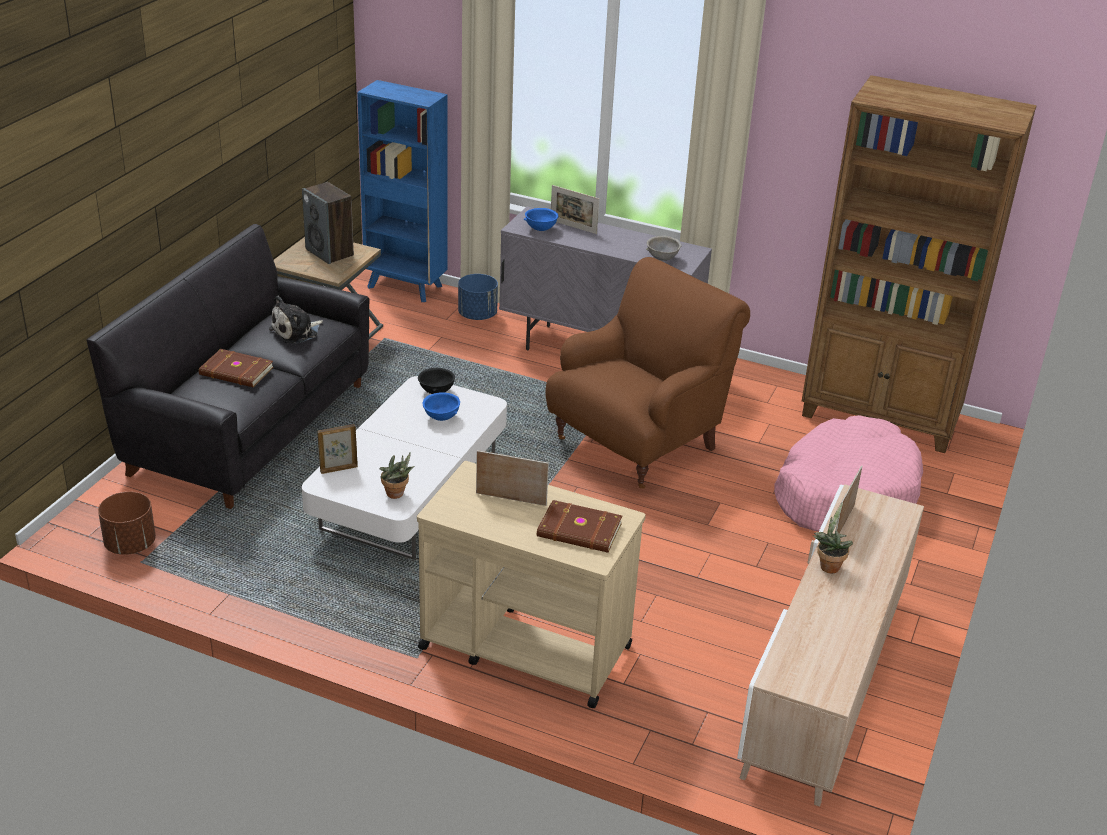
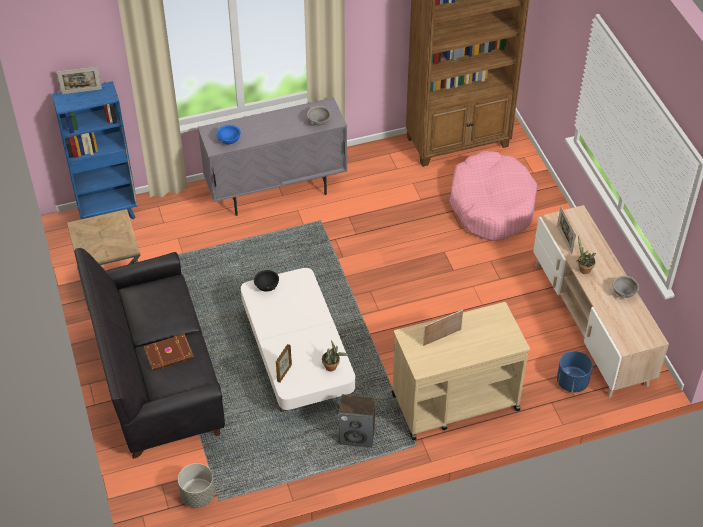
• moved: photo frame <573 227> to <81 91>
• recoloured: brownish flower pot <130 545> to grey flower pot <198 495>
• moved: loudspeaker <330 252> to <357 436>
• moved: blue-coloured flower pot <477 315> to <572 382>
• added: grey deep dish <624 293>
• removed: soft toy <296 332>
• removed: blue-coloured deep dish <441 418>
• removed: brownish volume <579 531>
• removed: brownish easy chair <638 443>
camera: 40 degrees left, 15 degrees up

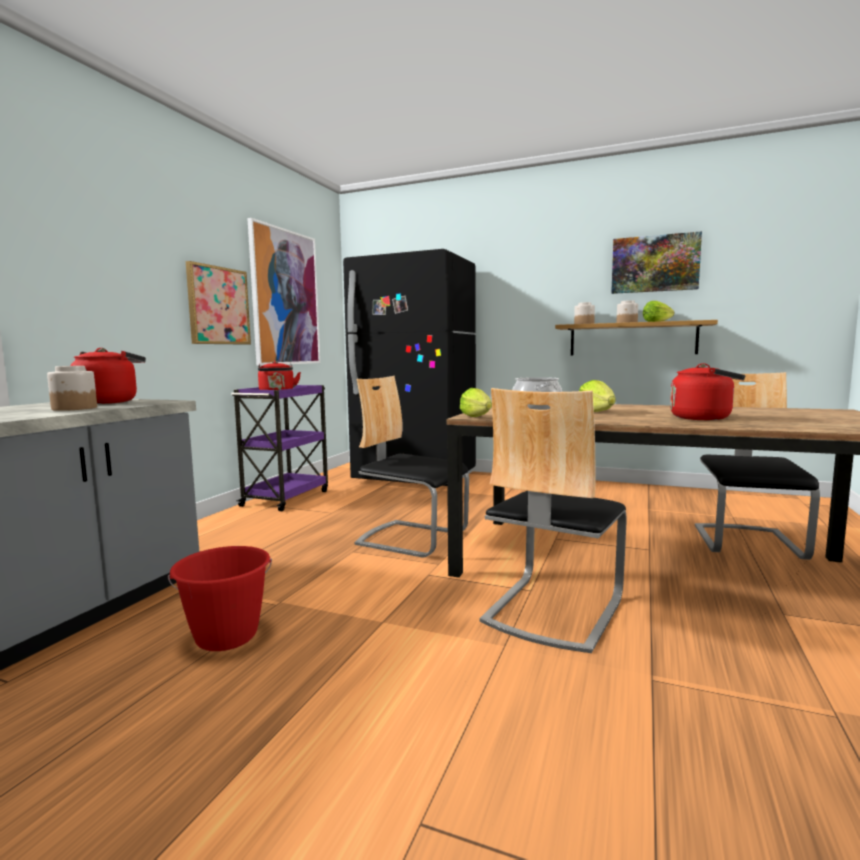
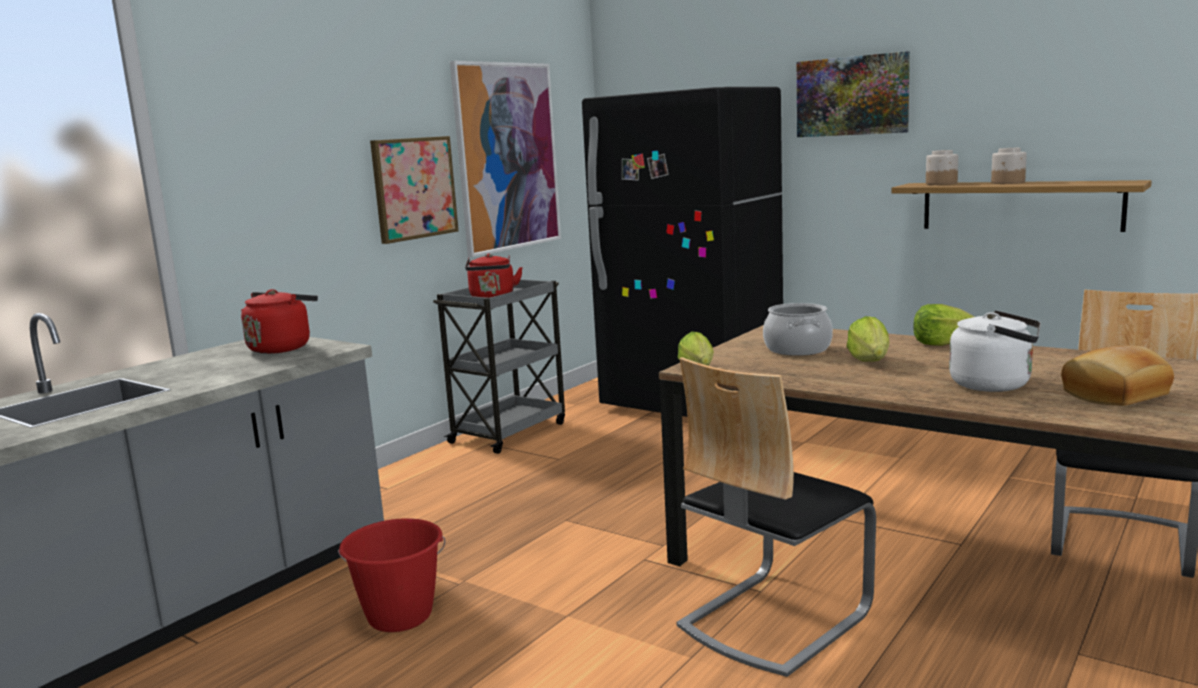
• recoloured: purple wheeled cart <286 498> to grey wheeled cart <509 432>
• moved: picture <655 264> to <852 96>
• moved: lettuce head <656 322> to <941 343>
• recoloured: red-coloured water kettle <704 418> to white water kettle <995 385>
• added: baked bread <1117 395>
• removed: jar <74 408>
• removed: upright chair <412 538>
camera: 15 degrees right, 5 degrees up

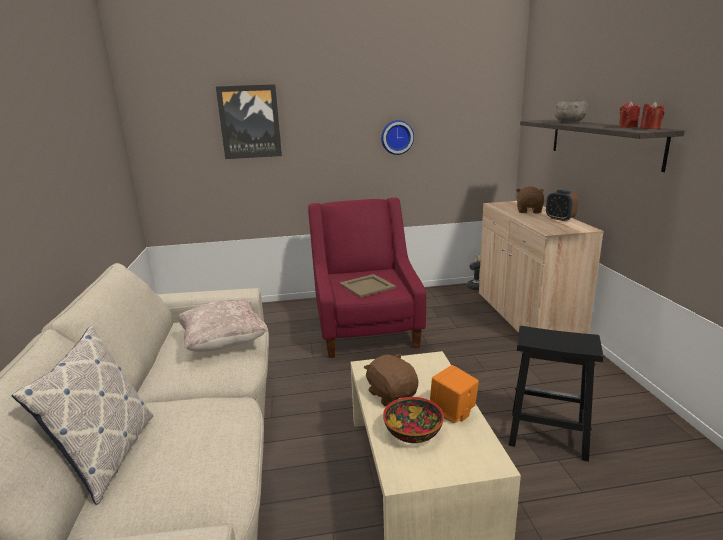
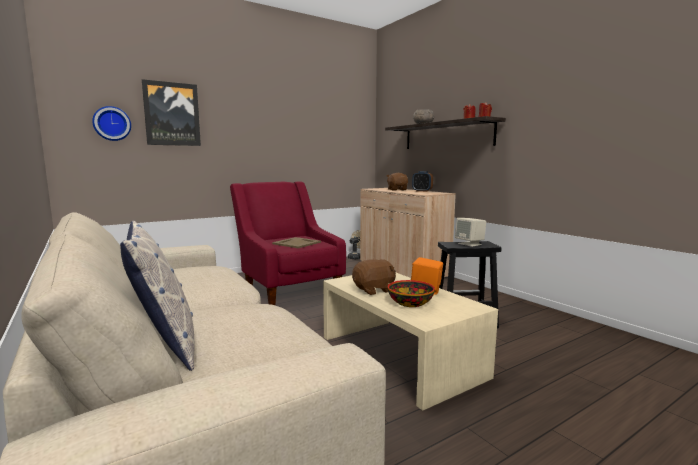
• moved: wall clock <397 137> to <112 123>
• turned: brownish soft toy <392 394> = <374 290> 120 degrees clockwise
• added: sand-coloured loudspeaker <470 244>
• removed: sand-coloured throw pillow <224 343>
camera: 25 degrees left, 10 degrees down

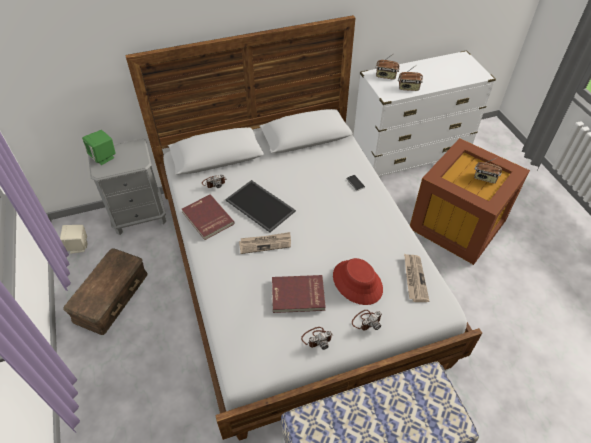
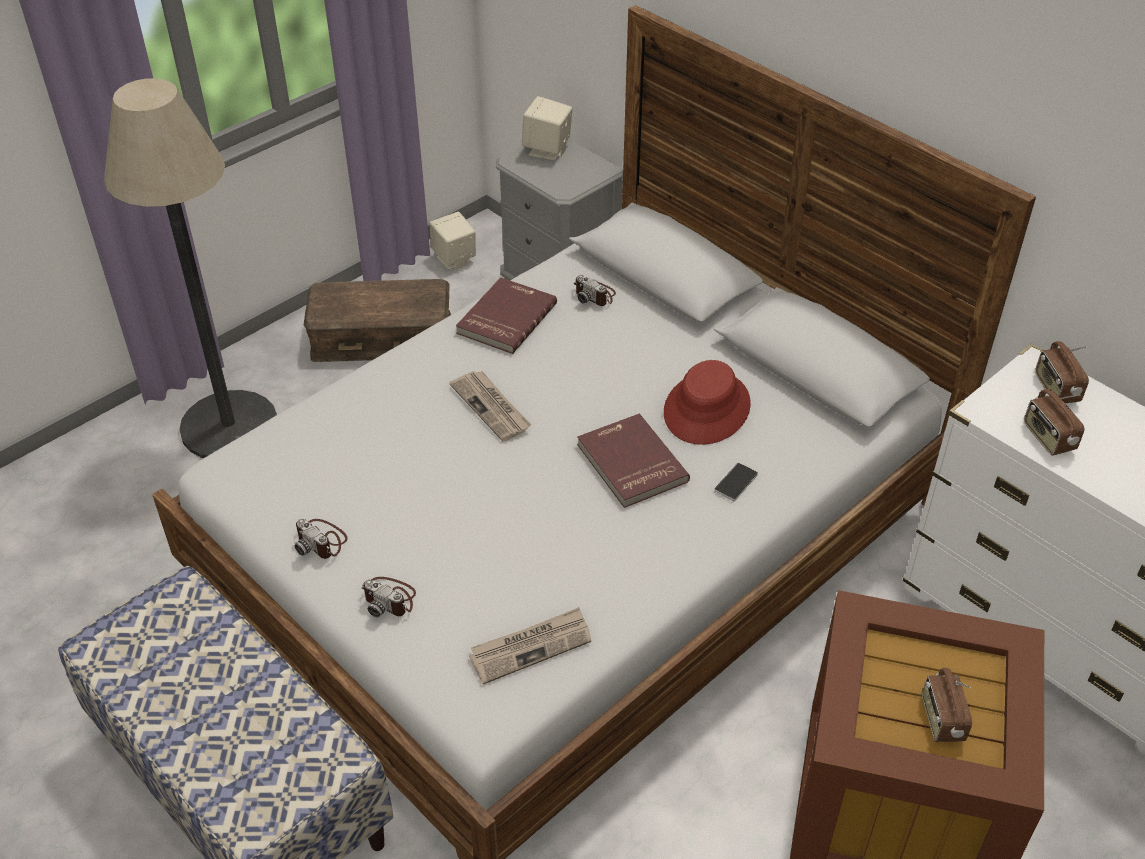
• added: floor lamp <229 426>
• recoloured: greenish loudspeaker <103 157> to sand-coloured loudspeaker <547 150>
• moved: red-coloured volume <298 296> to <630 464>
• moved: red-coloured wearable hat <357 282> to <707 409>
• removed: carrying tray <261 205>
camera: 65 degrees right, 5 degrees down

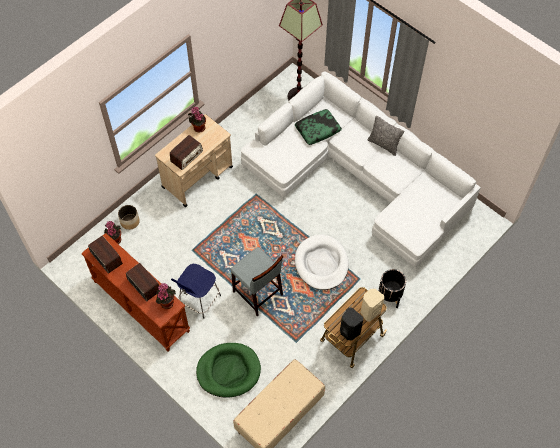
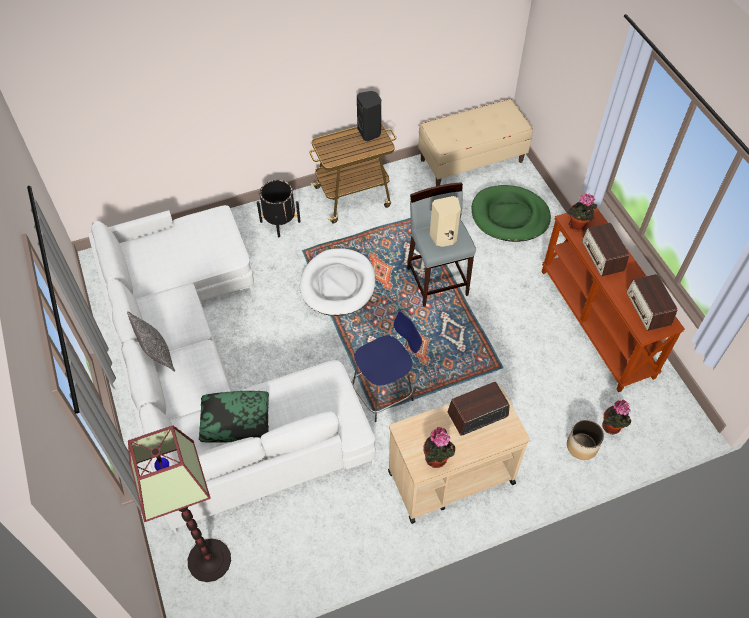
• moved: blue-coloured sitting stool <199 301> to <384 393>
• moved: sand-coloured loudspeaker <369 312> to <444 238>
camera: 155 degrees left, 5 degrees down

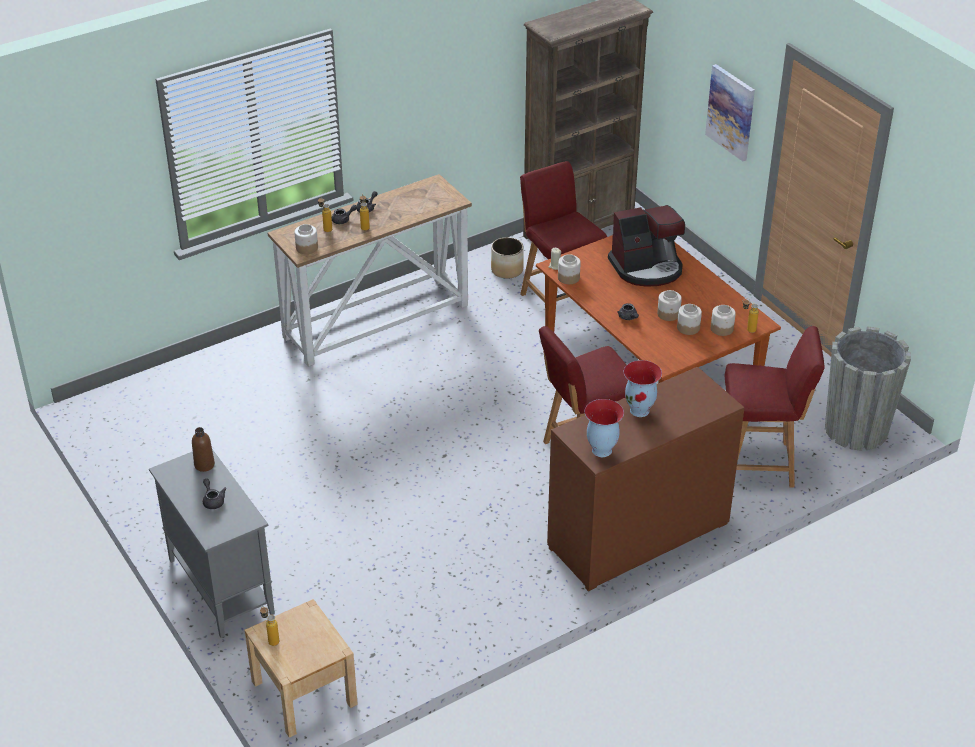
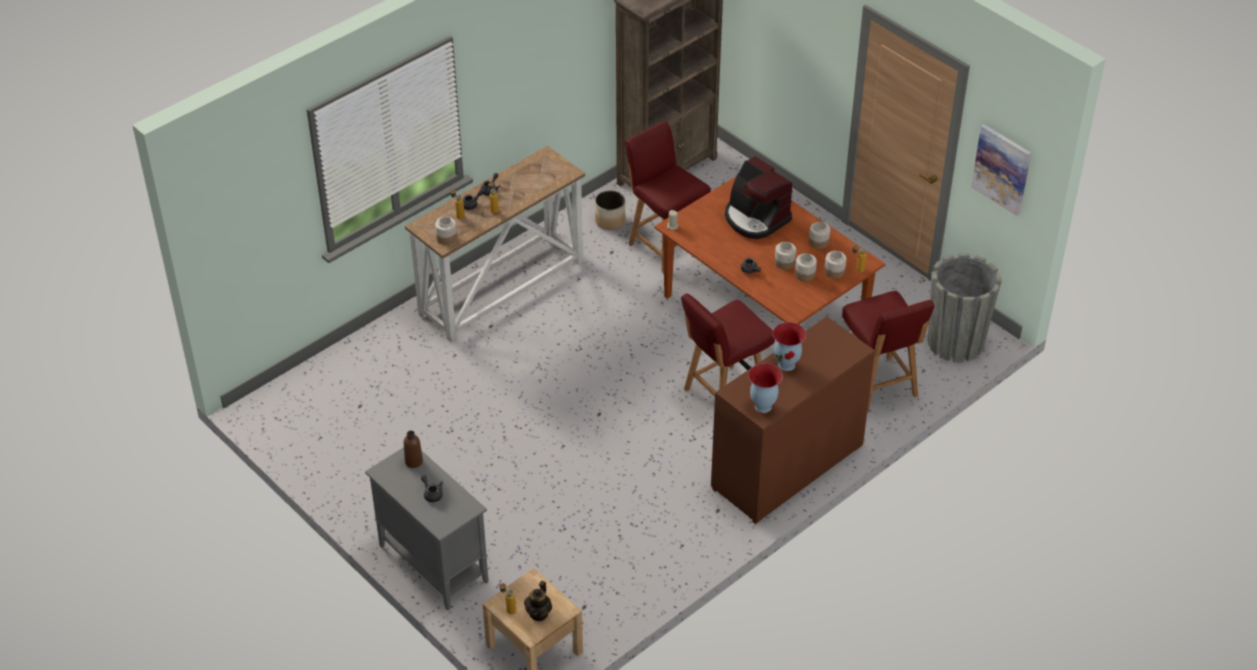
• added: pot for tea <539 613>
• turned: coffee machine <647 268> = <755 218> 75 degrees clockwise
• moved: jar <568 278> to <818 242>
• turned: red-coloured upright chair <760 464> = <878 386> 75 degrees clockwise
• moved: picture <731 112> to <1002 169>
camera: 10 degrees left, 5 degrees up

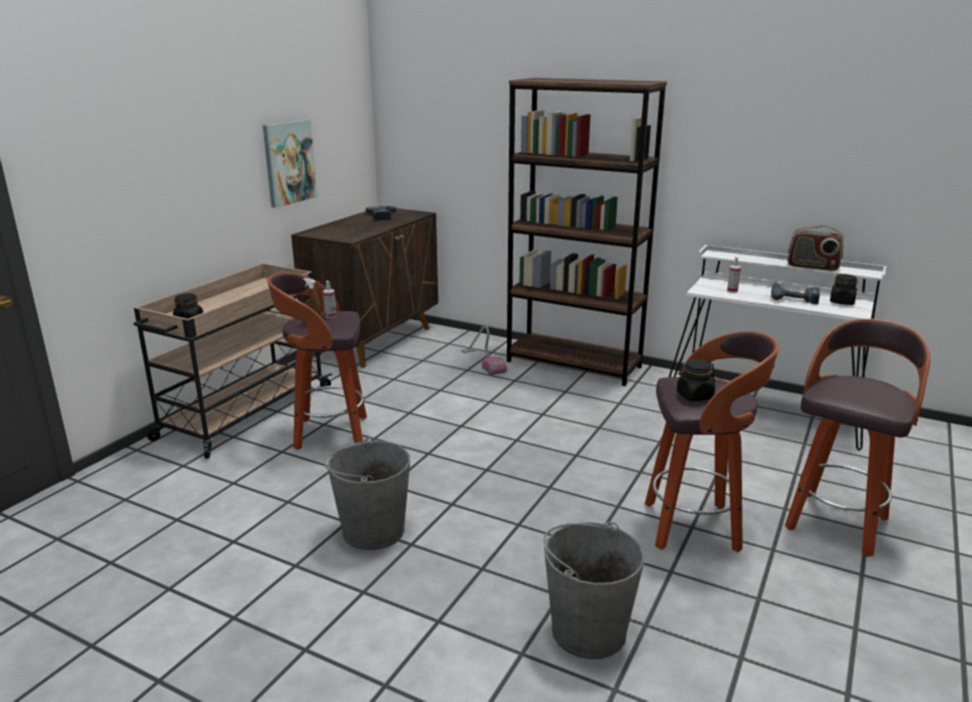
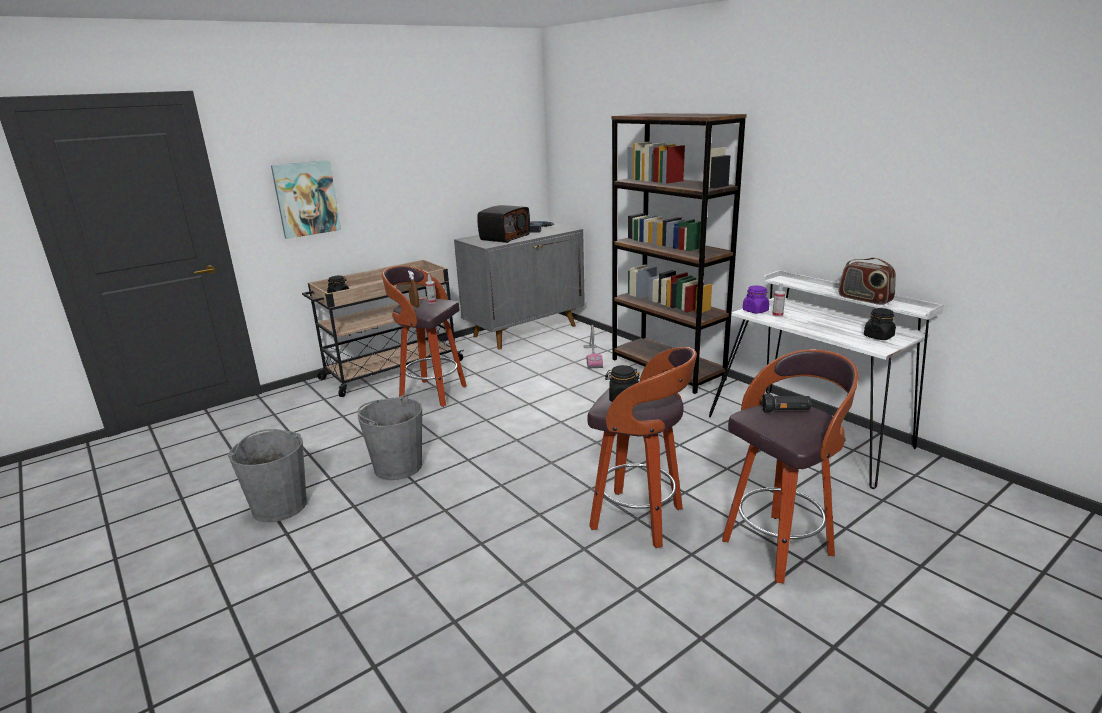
• moved: grey pail <588 631> to <279 506>
• moved: picture <289 162> to <306 198>
• recoloured: brownish storage cabinet <375 341> to grey storage cabinet <525 331>
• added: radio receiver <504 237>
• added: purple jar <755 311>
• added: black flashlight <785 411>
• removed: drill <793 297>
camera: 25 degrees right, 0 degrees up

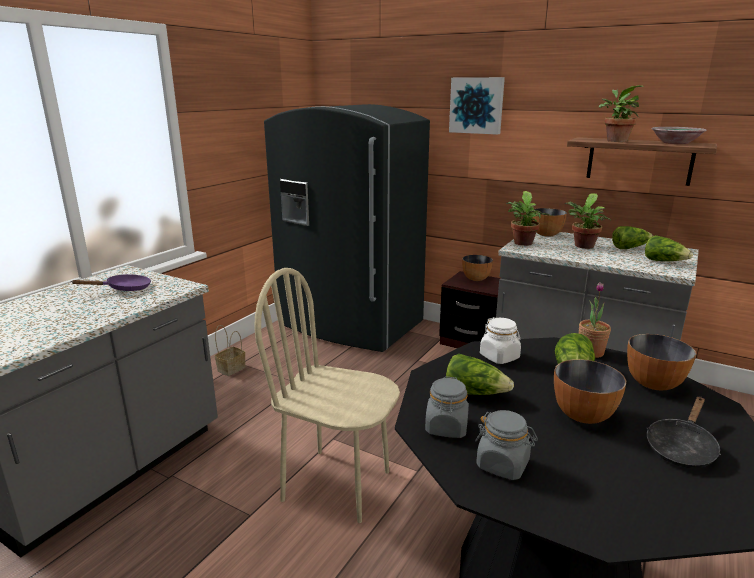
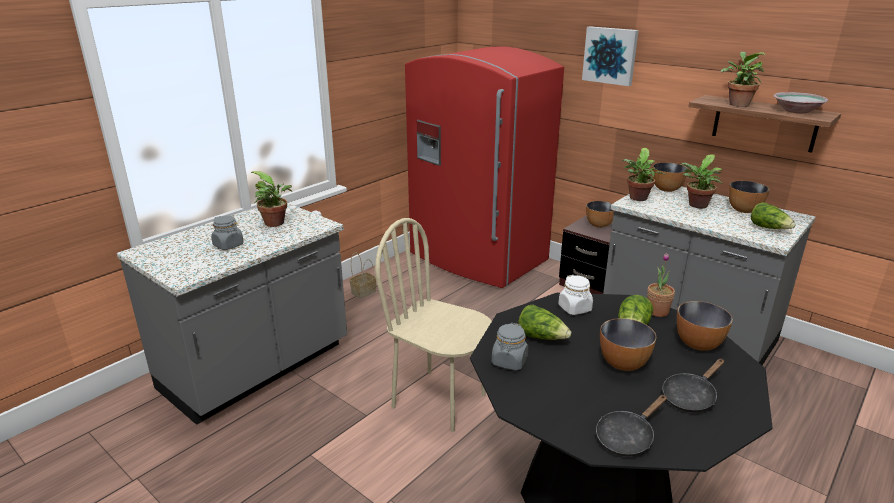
• moved: grey jar <503 464> to <228 245>
• replaced: purple skillet <124 289> to houseplant <277 223>
• recoloured: grey fridge <350 325> to red-coloured fridge <477 258>
• added: black skillet <627 437>
• replaced: lettuce head <629 248> to deep dish <743 210>
camera: 10 degrees right, 5 degrees up

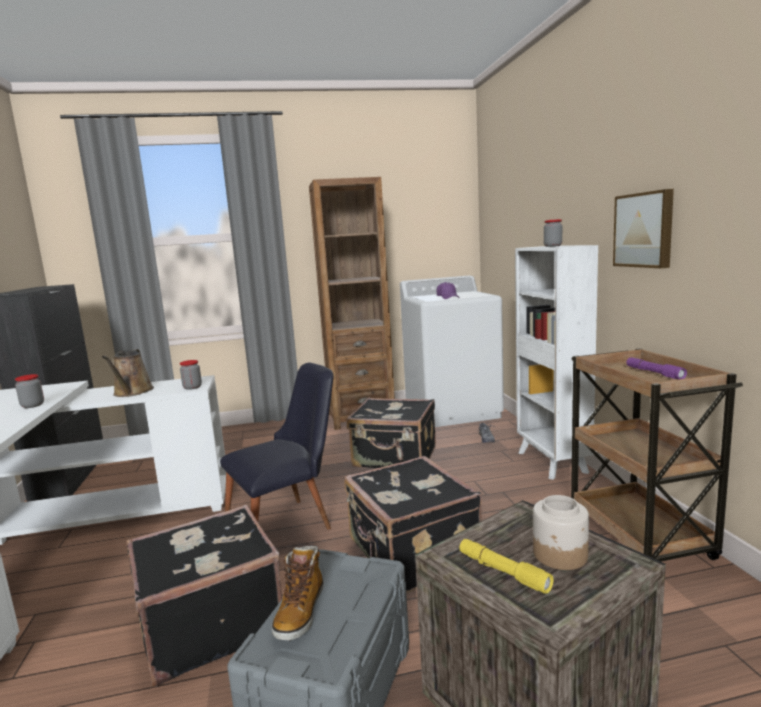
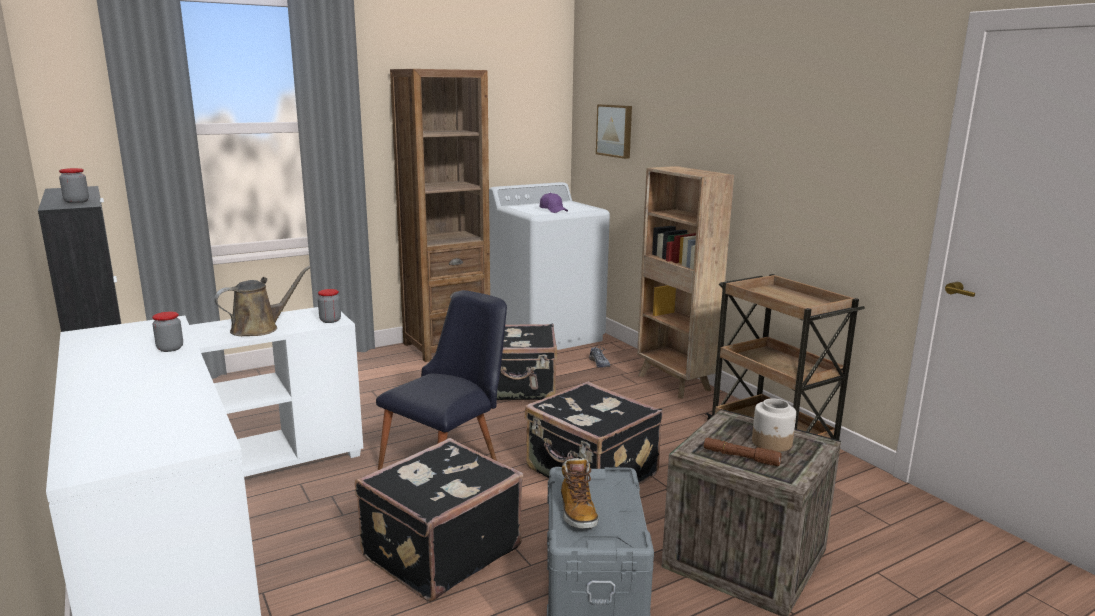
• moved: jar <552 246> to <76 202>
• turned: brownish watering can <132 392> = <259 328> 105 degrees counterclockwise
• moved: picture <644 230> to <615 130>
• recoloured: white bookcase <552 463> to brownish bookcase <674 383>
• recoloured: yellowish flashlight <503 572> to brownish flashlight <740 457>
• removed: purple flashlight <654 373>
camera: 20 degrees left, 5 degrees up

